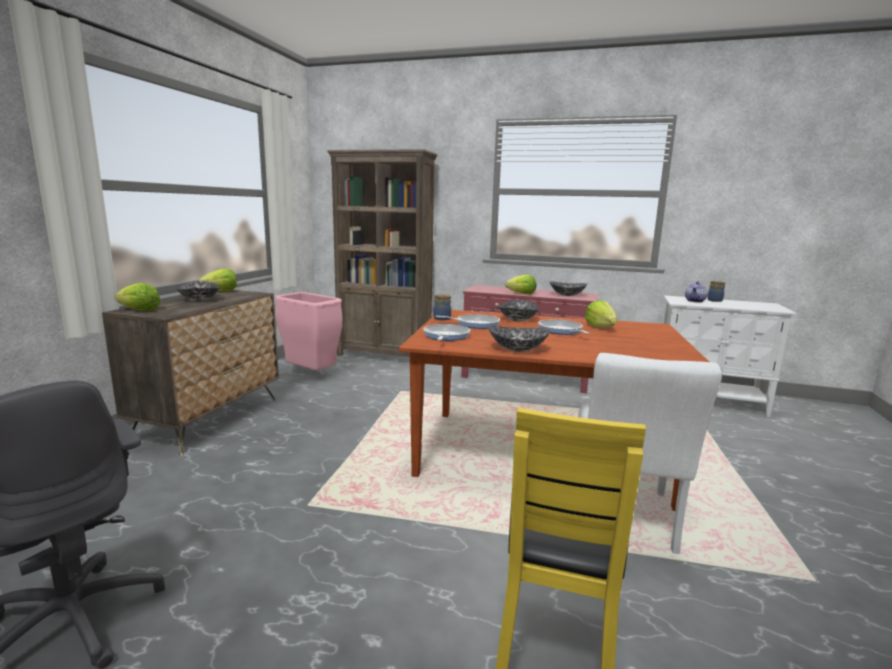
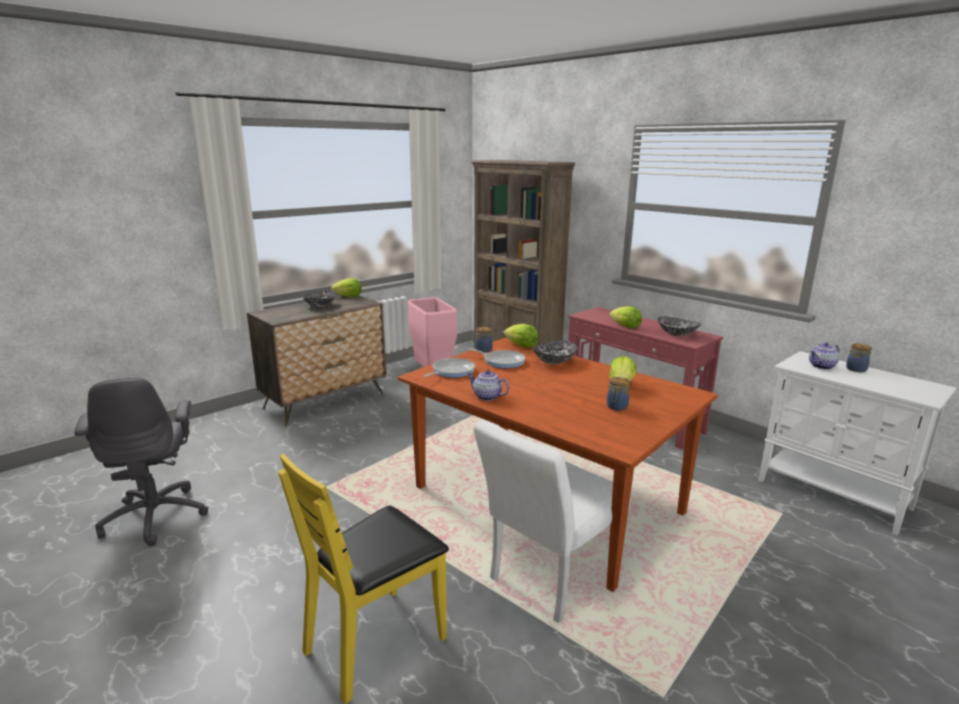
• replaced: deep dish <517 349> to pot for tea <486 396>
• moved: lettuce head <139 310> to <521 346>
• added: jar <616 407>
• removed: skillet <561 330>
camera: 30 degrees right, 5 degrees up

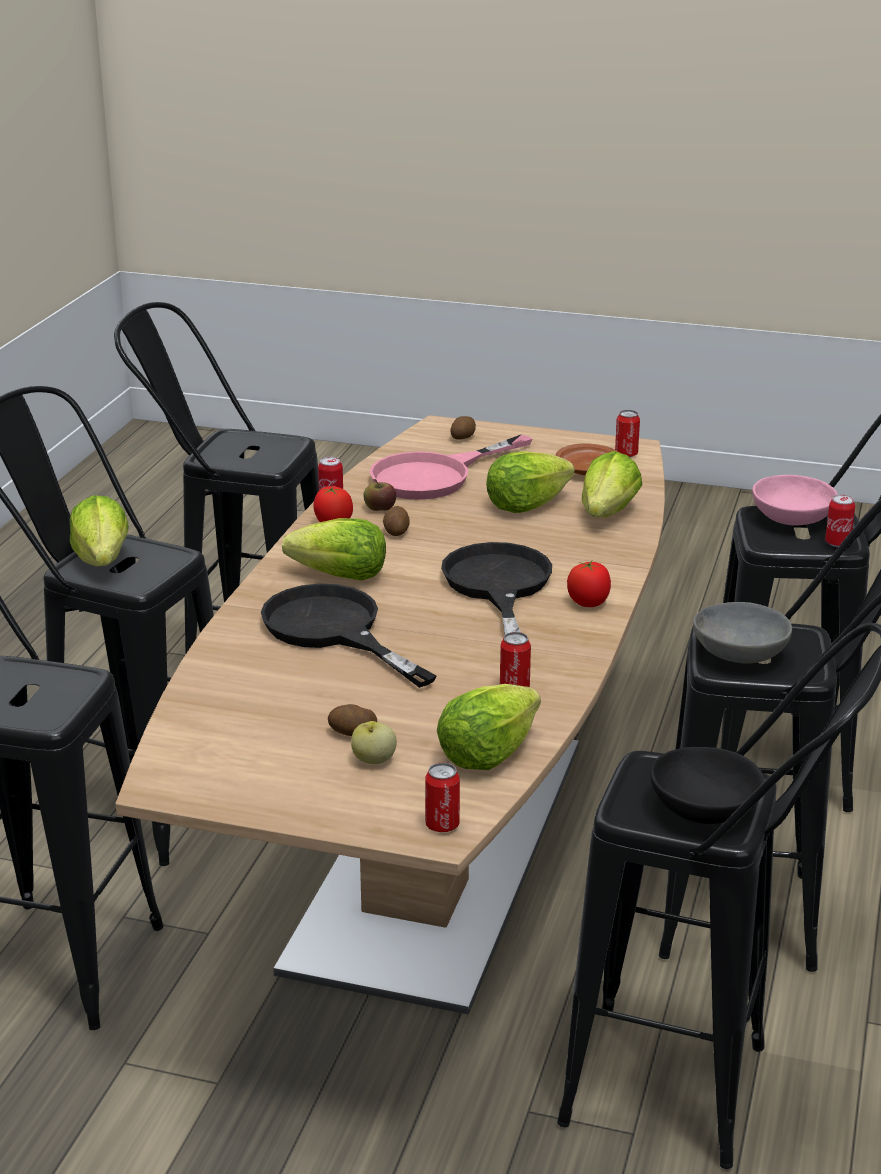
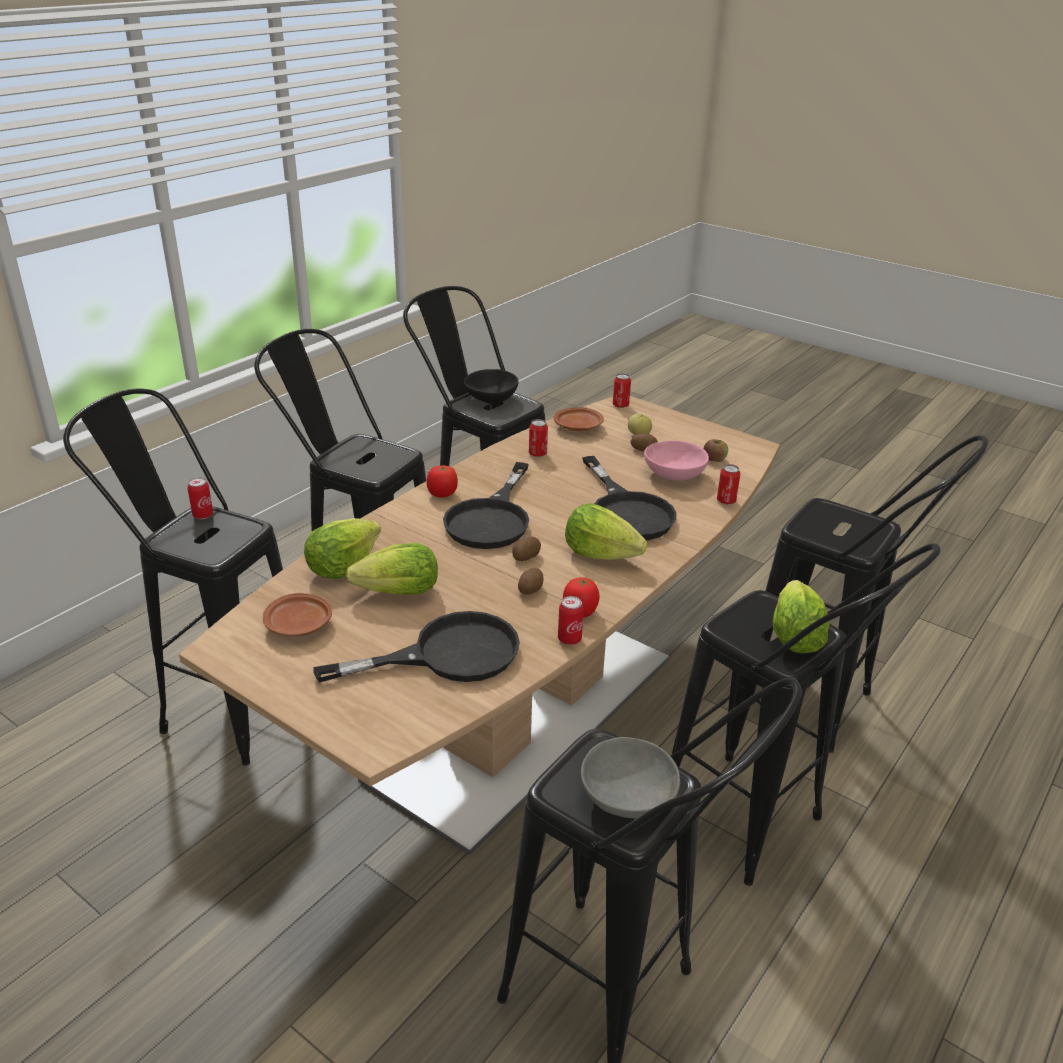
• recoloured: pink skillet <435 475> to black skillet <447 654>
• moved: whole potato <463 437> to <525 556>
• replaced: lettuce head <487 754> to brownish plate <578 427>
• moved: grey deep dish <740 653> to <626 798>
• moved: pink deep dish <792 519> to <674 474>
• moved: apple <380 509> to <714 459>
• moved: sealed can <626 454> to <726 501>
camera: 160 degrees left, 5 degrees up

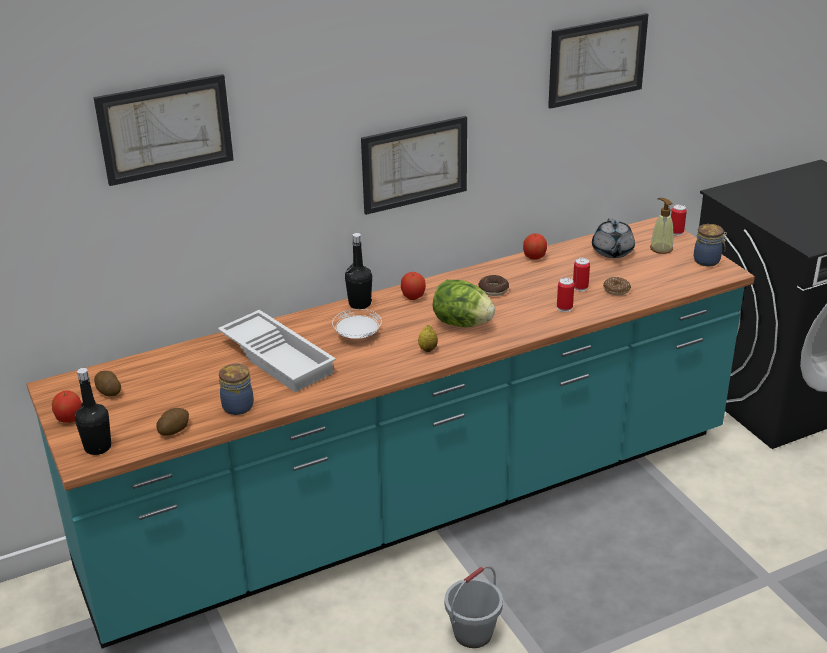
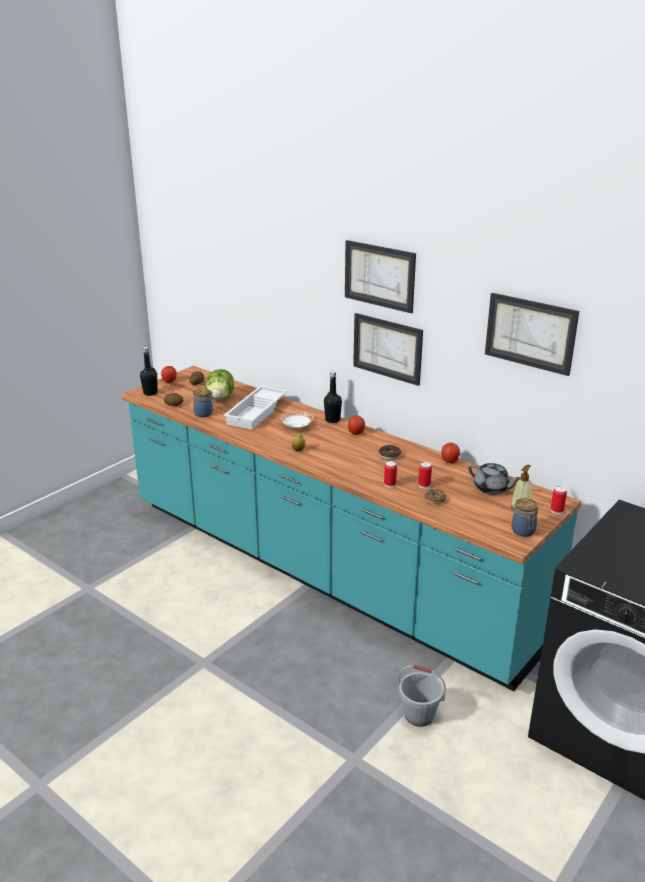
• moved: lettuce head <462 323> to <220 398>
• moved: picture <165 129> to <379 275>
• moved: grey pail <473 633> to <419 715>
• turned: grey pot for tea <612 252> = <491 489> 120 degrees counterclockwise
camera: 65 degrees right, 5 degrees down

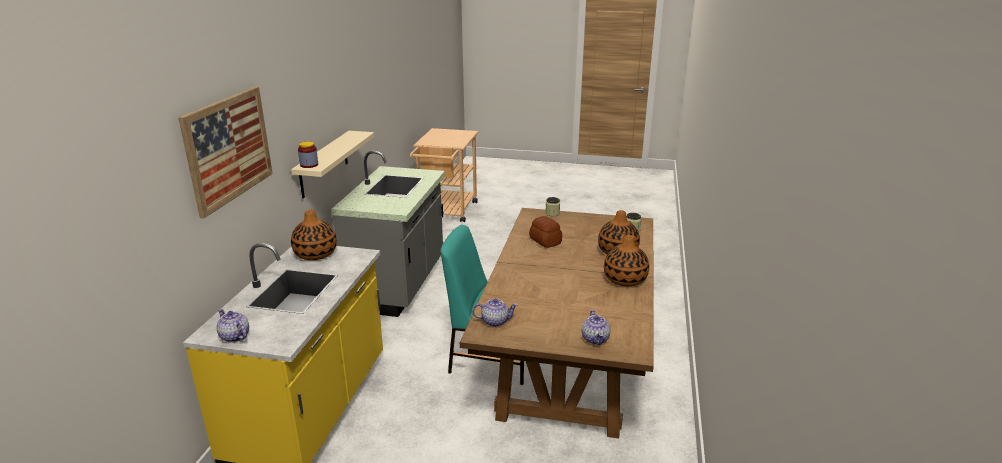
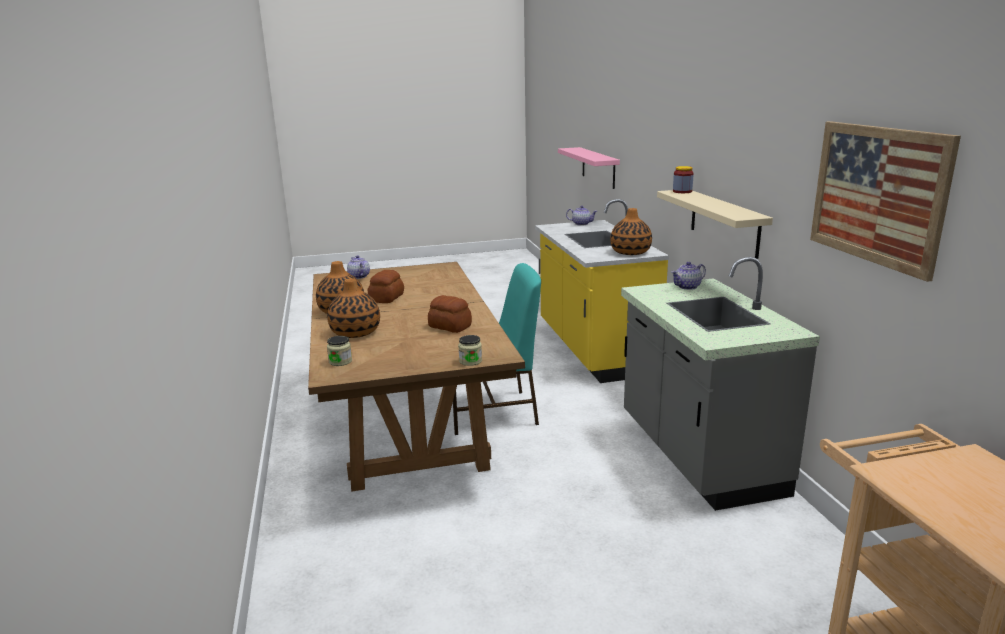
• added: baked bread <387 298>
• added: pink shelf <598 167>
• moved: pot for tea <495 321> to <687 287>
• moved: picture <228 148> to <877 195>
camera: 155 degrees right, 5 degrees down

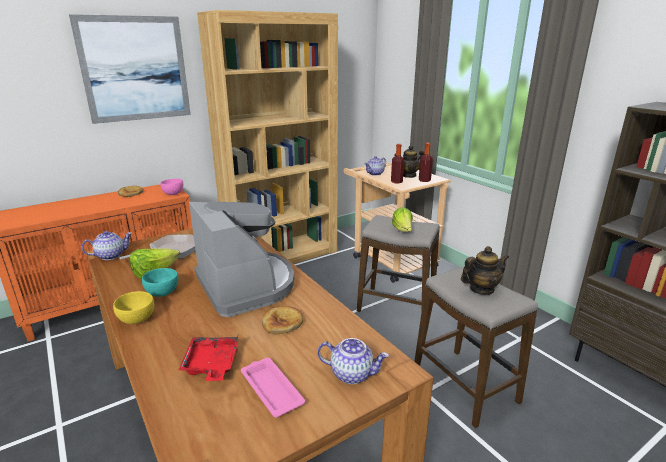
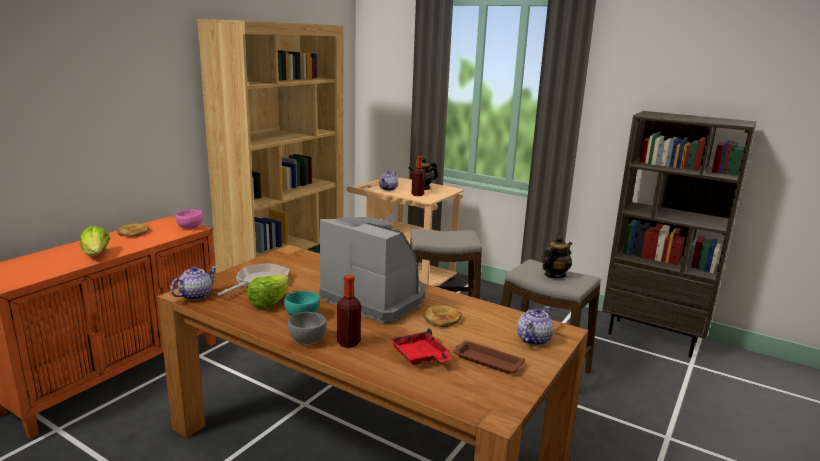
• moved: lettuce head <403 231> to <96 255>
• recoloured: yellowish deep dish <136 319> to grey deep dish <306 340>
• moved: beverage bottle <424 180> to <348 342>
• recoloured: pink carrying tray <271 389> to brownish carrying tray <486 361>
• turned: pot for tea <352 373> = <533 339> 45 degrees counterclockwise
• removed: picture <135 69>
camera: 25 degrees left, 5 degrees down

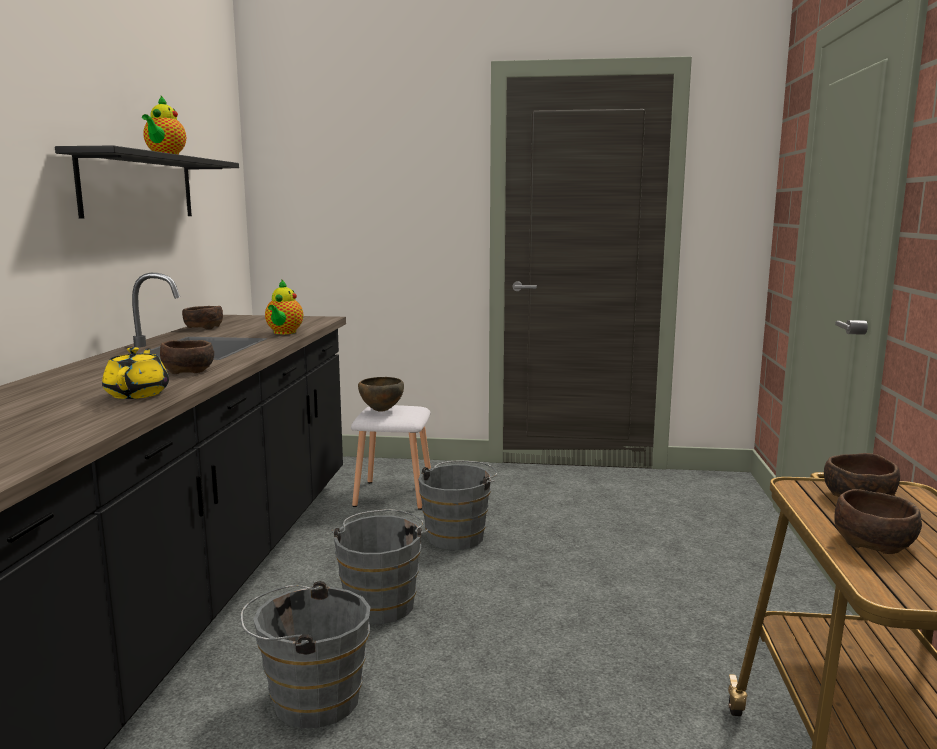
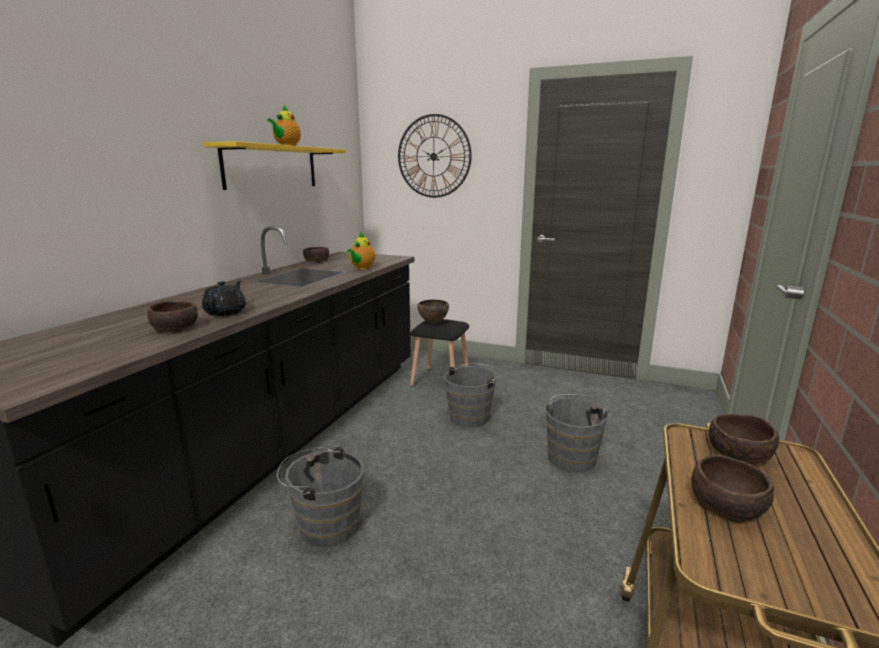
• moved: brownish deep dish <189 370> to <176 328>
• recoloured: yellowish pot for tea <138 394> to black pot for tea <226 312>
• recoloured: black shelf <138 186> to yellowish shelf <272 167>
• added: wall clock <433 156>
• recoloured: white sitting stool <394 495> to black sitting stool <440 380>
• moved: grey pail <381 602> to <572 456>
camera: 15 degrees right, 5 degrees up

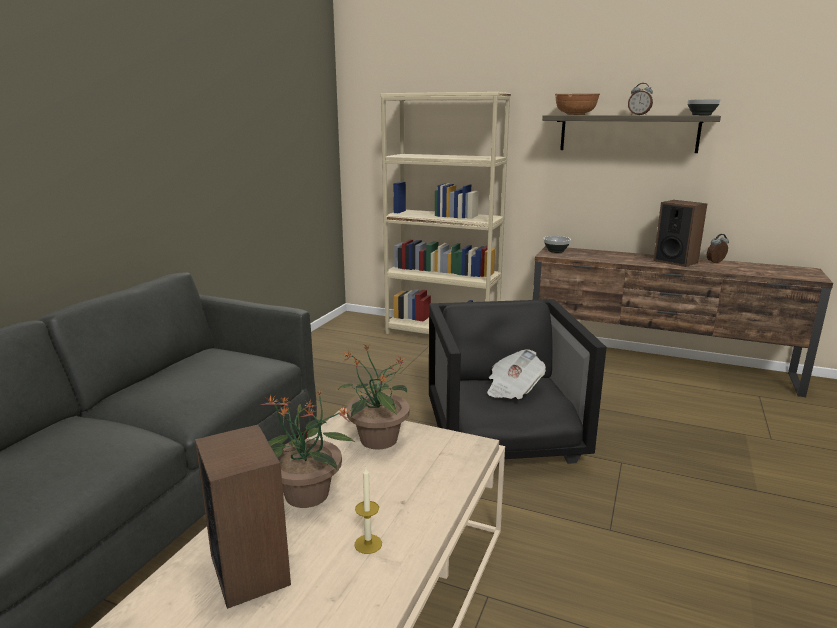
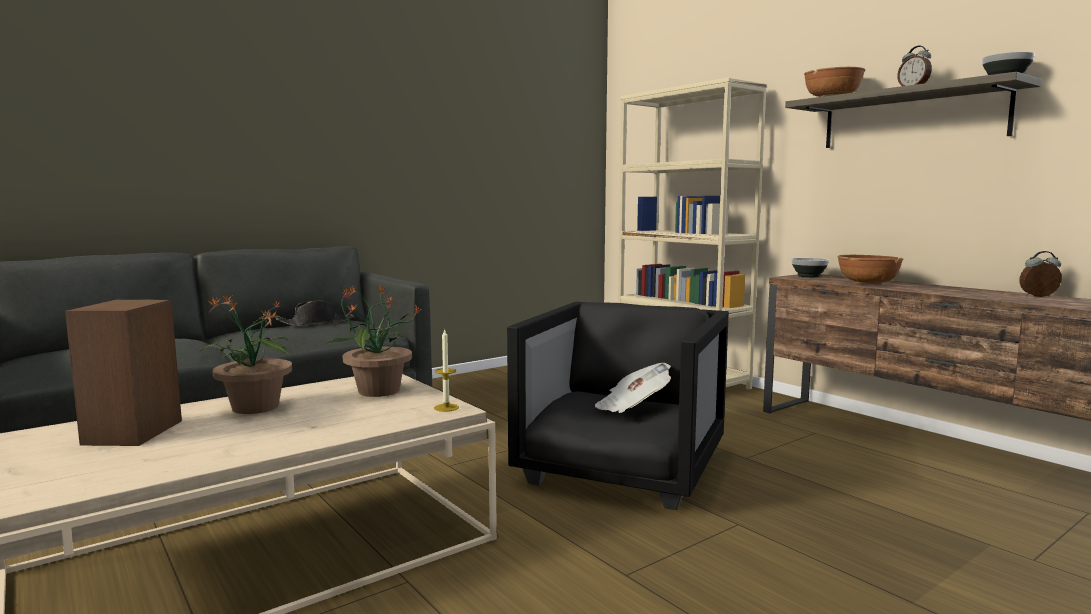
• added: black wearable hat <316 323>
• moved: wax light <368 544> to <446 407>
• added: brownish deep dish <867 283>
• removed: loudspeaker <675 261>
camera: 30 degrees right, 10 degrees down

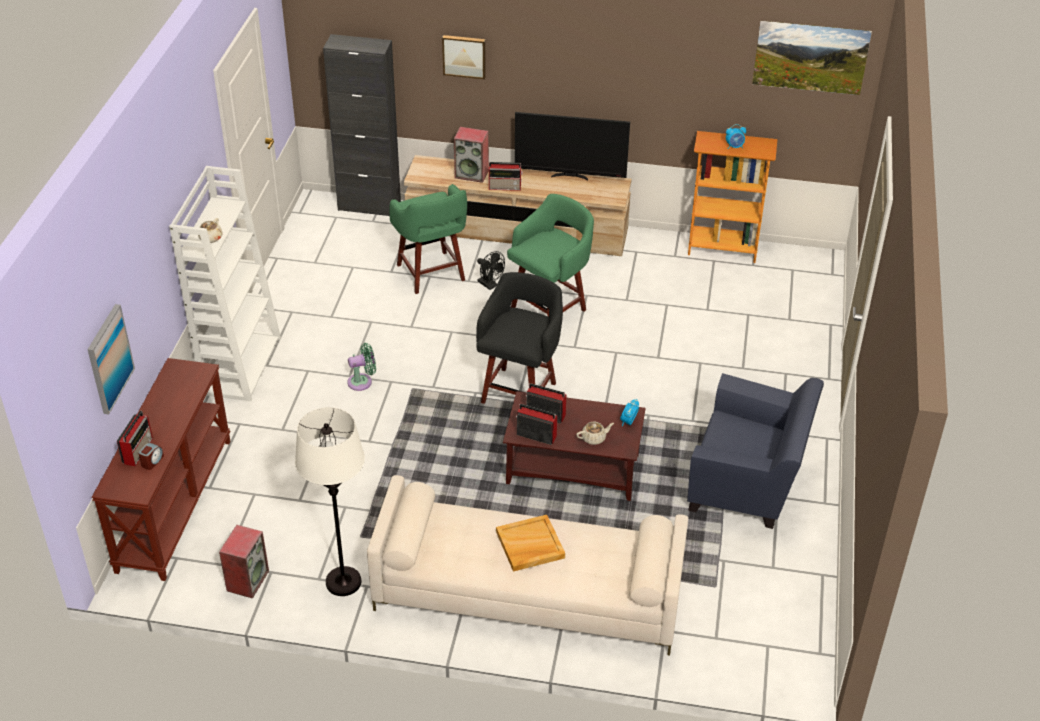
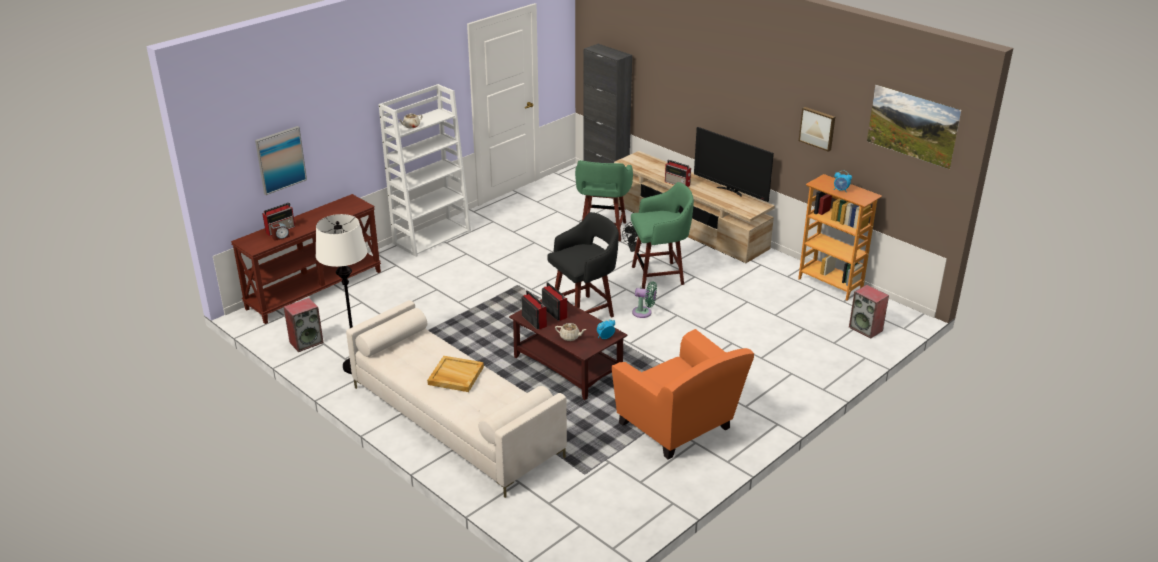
• recoloured: blue-coloured easy chair <748 487> to orangey easy chair <679 428>
• moved: greenish cooling fan <362 382> to <644 313>
• moved: picture <464 56> to <817 128>
• moved: loudspeaker <472 174> to <866 329>
camera: 35 degrees right, 10 degrees down

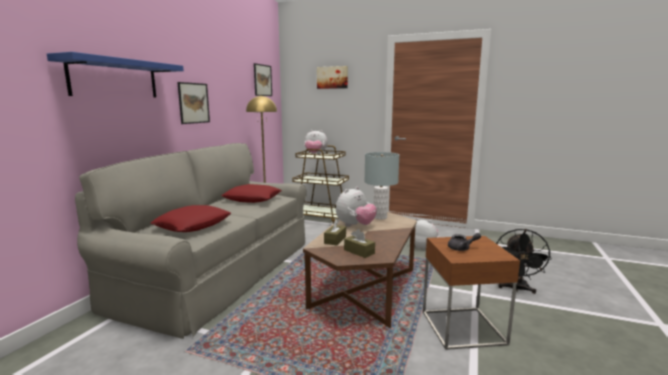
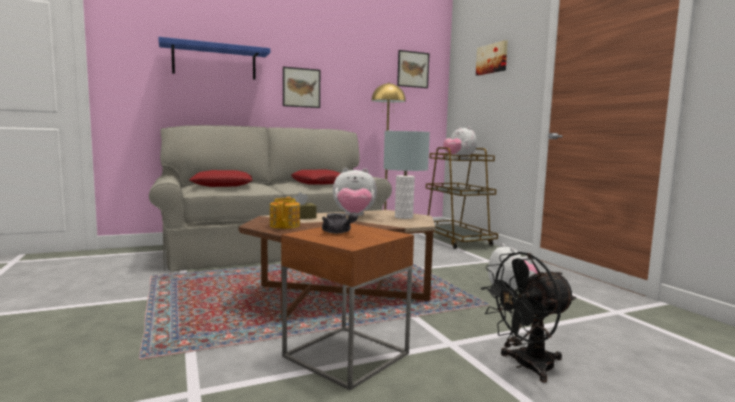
• replaced: brownish tissue holder <359 252> to pot for tea <285 225>
camera: 45 degrees right, 5 degrees down

